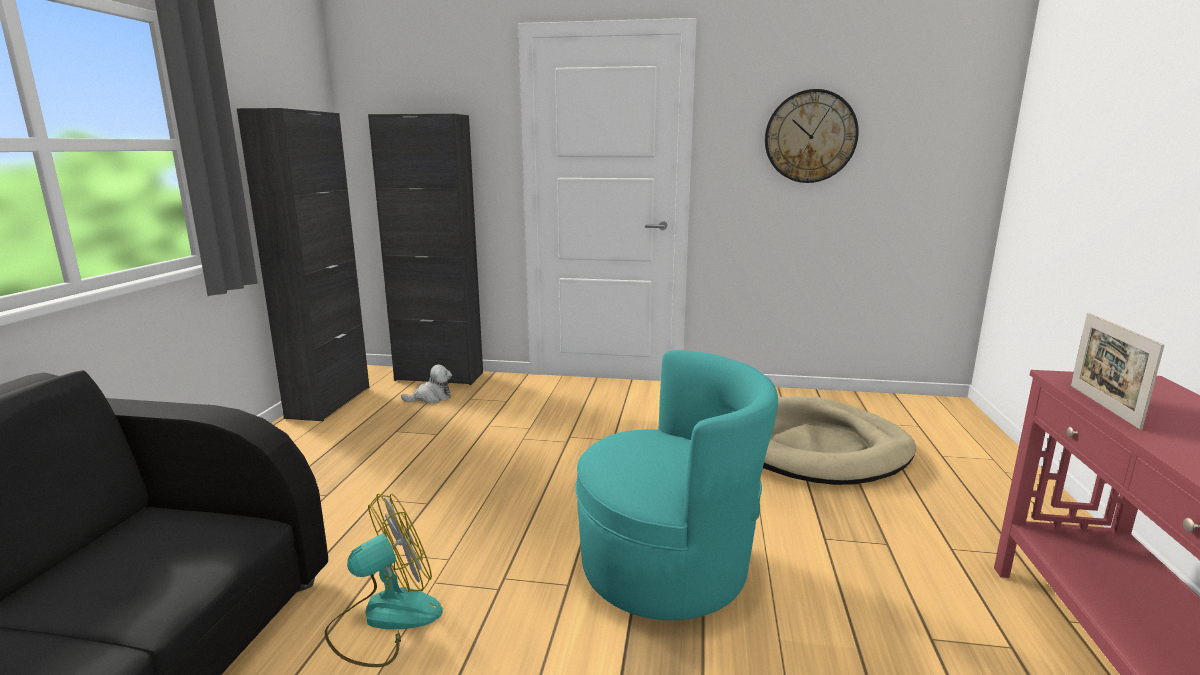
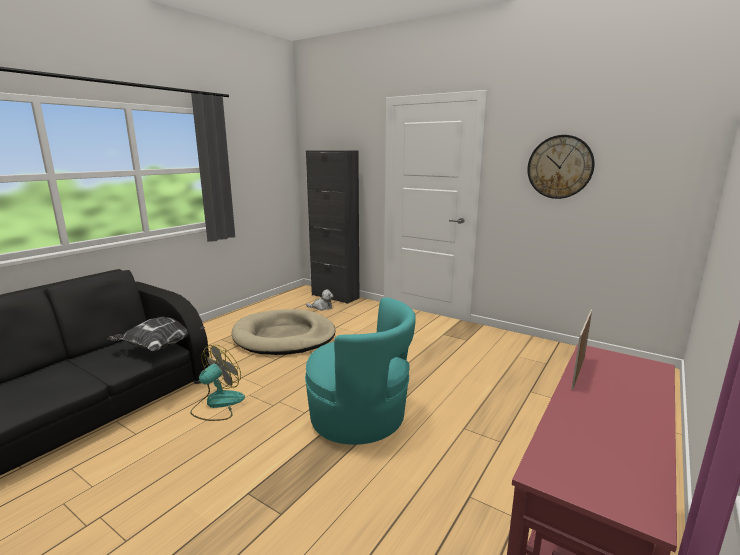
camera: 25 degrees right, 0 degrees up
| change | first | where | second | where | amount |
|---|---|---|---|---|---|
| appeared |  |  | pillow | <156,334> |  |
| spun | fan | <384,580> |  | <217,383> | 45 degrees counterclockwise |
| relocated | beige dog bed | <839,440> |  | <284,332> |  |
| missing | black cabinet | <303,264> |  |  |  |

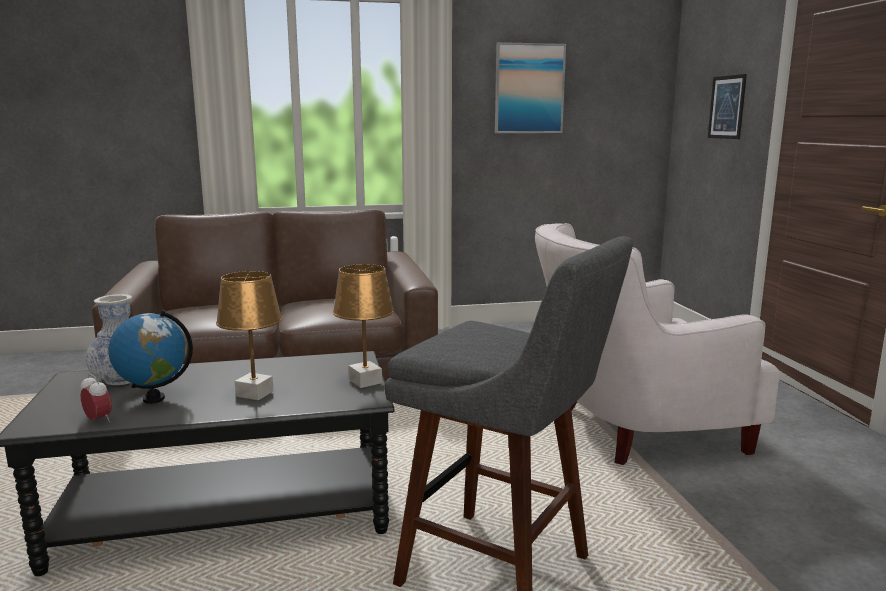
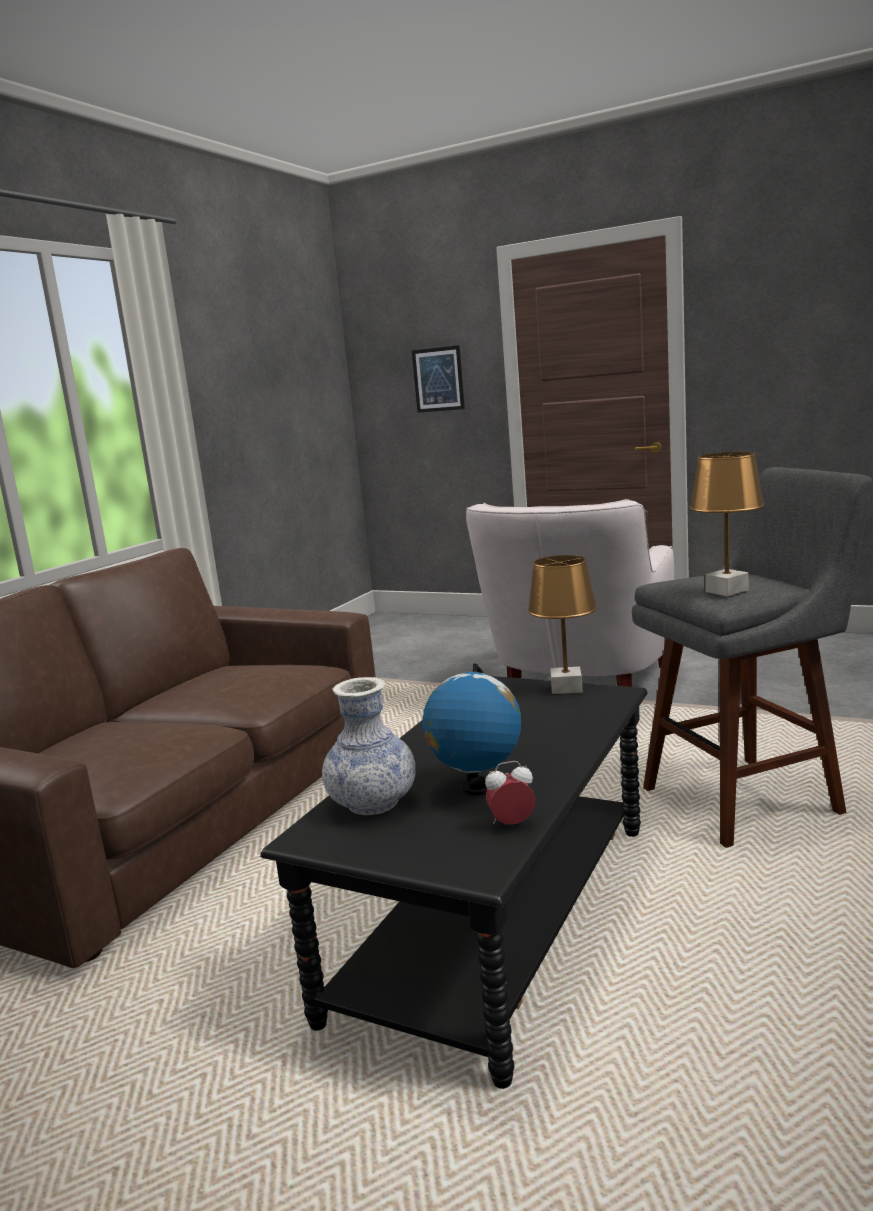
camera: 50 degrees left, 0 degrees up
| change | first | where | second | where | amount |
|---|---|---|---|---|---|
| relocated | brown table lamp | <249,335> |  | <727,524> |  |
| missing | picture | <530,87> |  |  |  |

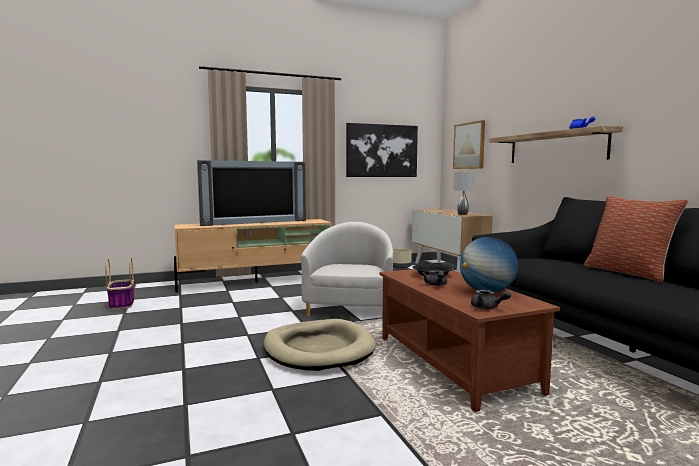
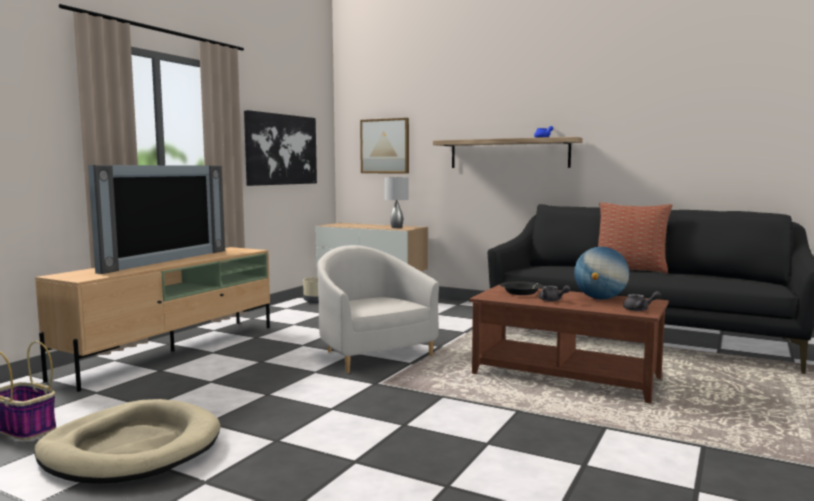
camera: 40 degrees left, 0 degrees up
| change | first | where | second | where | amount |
|---|---|---|---|---|---|
| relocated | beige dog bed | <319,345> |  | <127,441> |  |

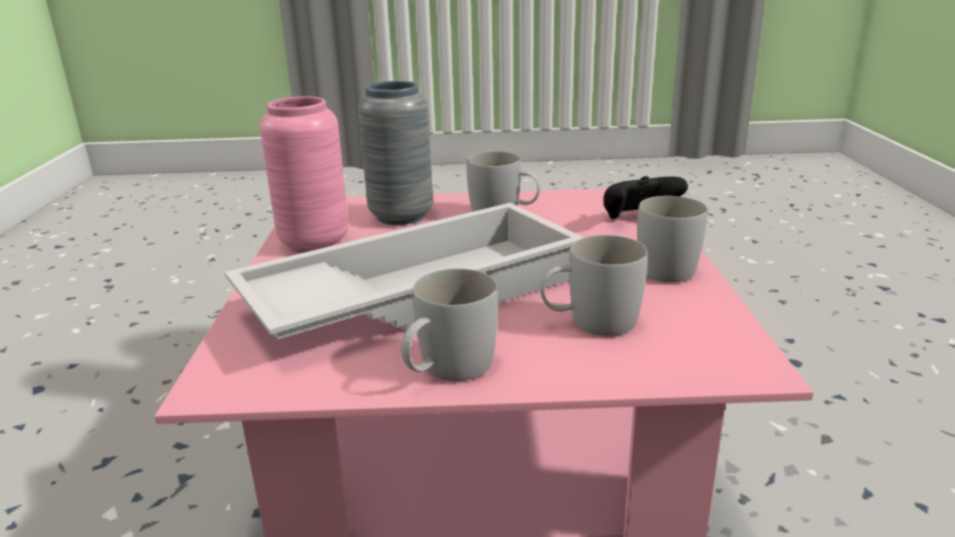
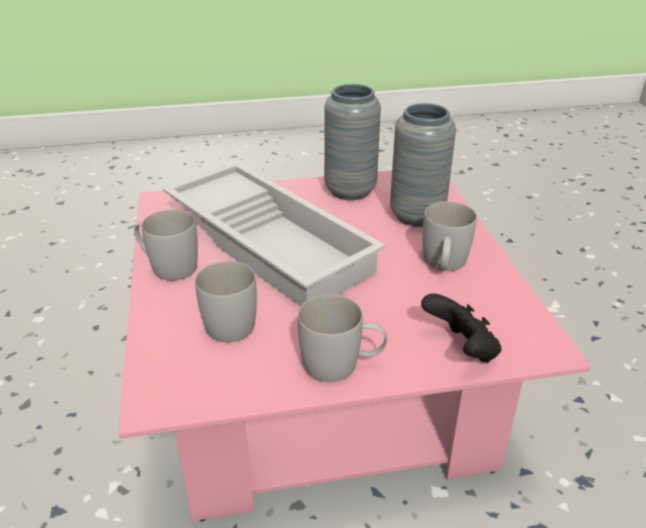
camera: 80 degrees right, 10 degrees up
| change | first | where | second | where | amount |
|---|---|---|---|---|---|
| colour | pink vase | <304,174> | grey vase | <352,142> |  |

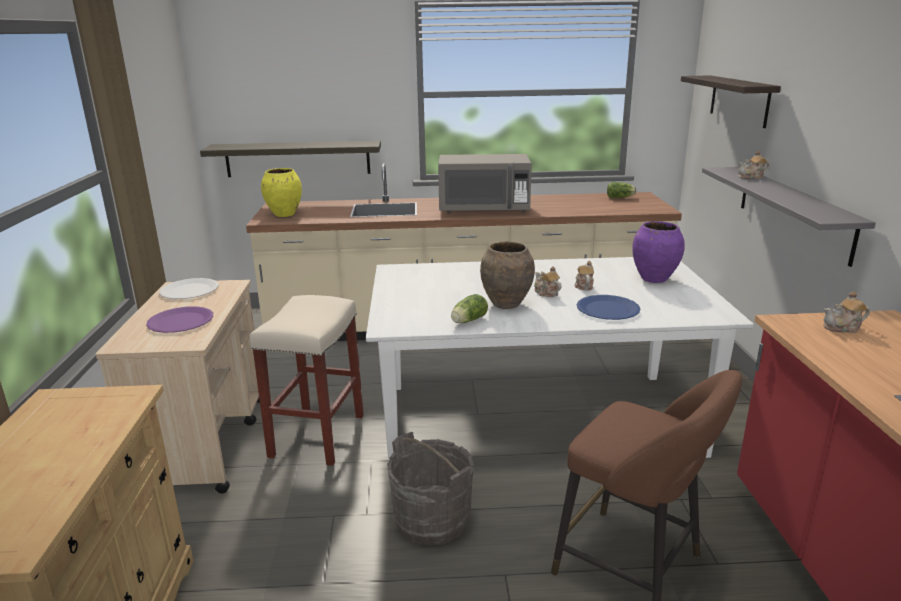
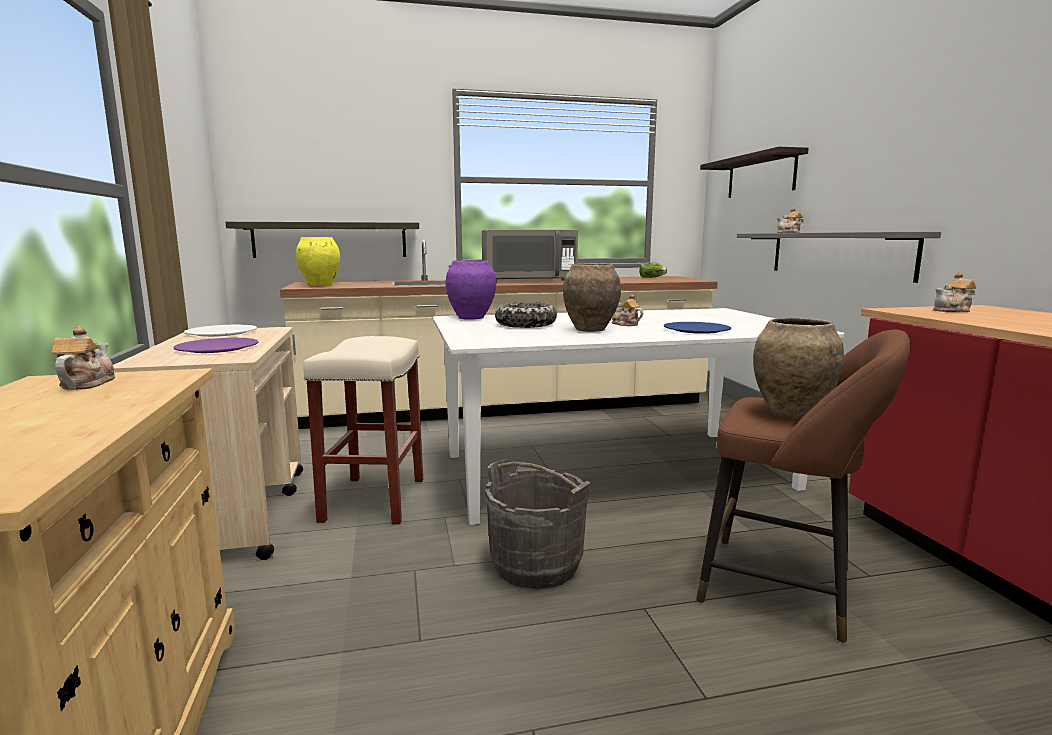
camera: 10 degrees left, 10 degrees down
| change | first | where | second | where | amount |
|---|---|---|---|---|---|
| relocated | teapot | <584,275> |  | <83,358> |  |
| relocated | purple vase | <658,252> |  | <471,290> |  |
| appeared |  |  | bowl | <526,315> |  |
| appeared |  |  | brown vase | <798,368> |  |
| missing | lettuce | <469,308> |  |  |  |

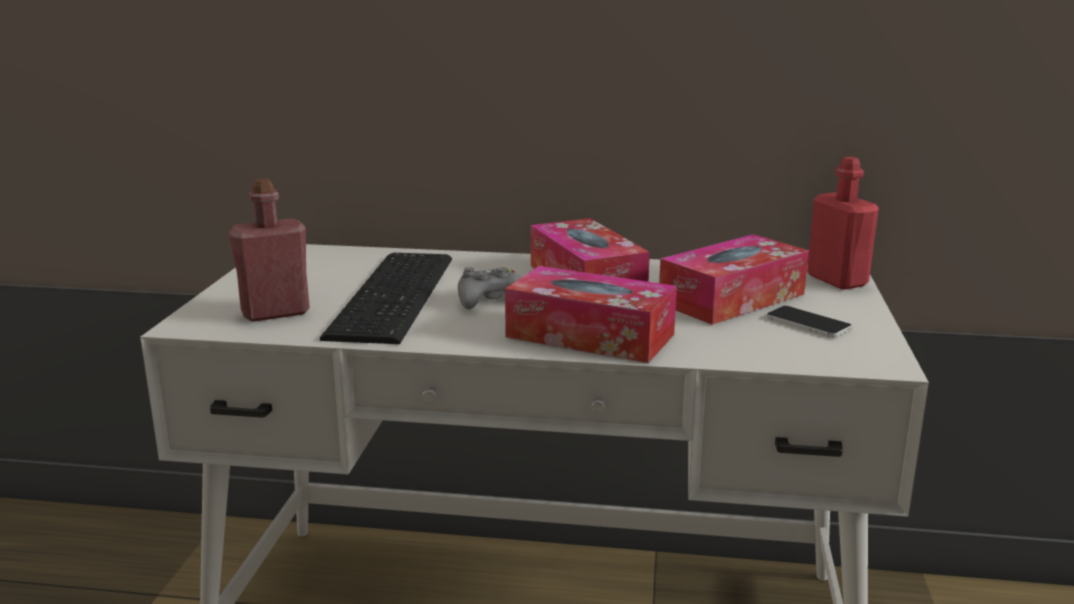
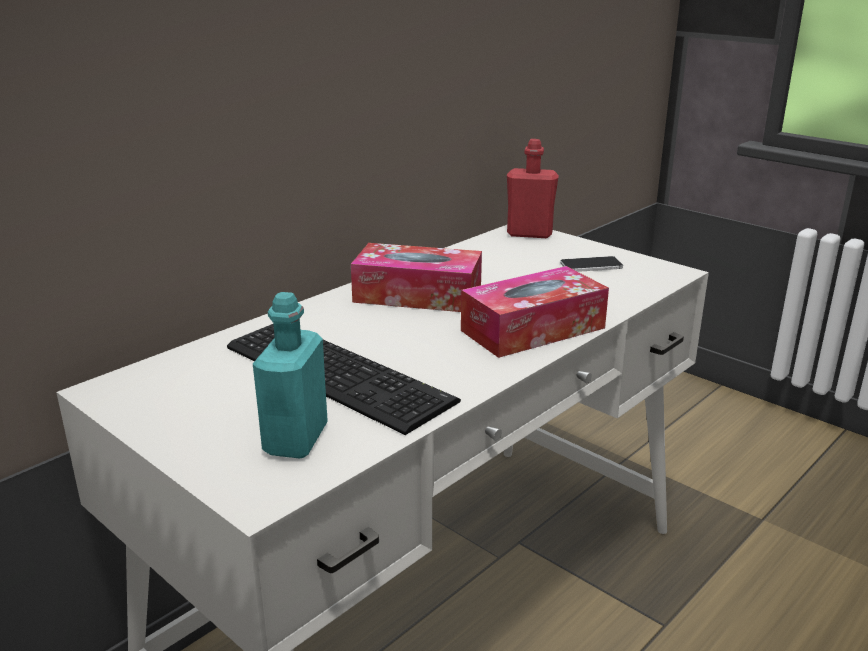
camera: 55 degrees left, 5 degrees up
| change | first | where | second | where | amount |
|---|---|---|---|---|---|
| colour | red bottle | <269,250> | turquoise bottle | <290,375> |  |
| missing | grey game controller | <489,288> |  |  |  |
| missing | tissue box | <734,279> |  |  |  |

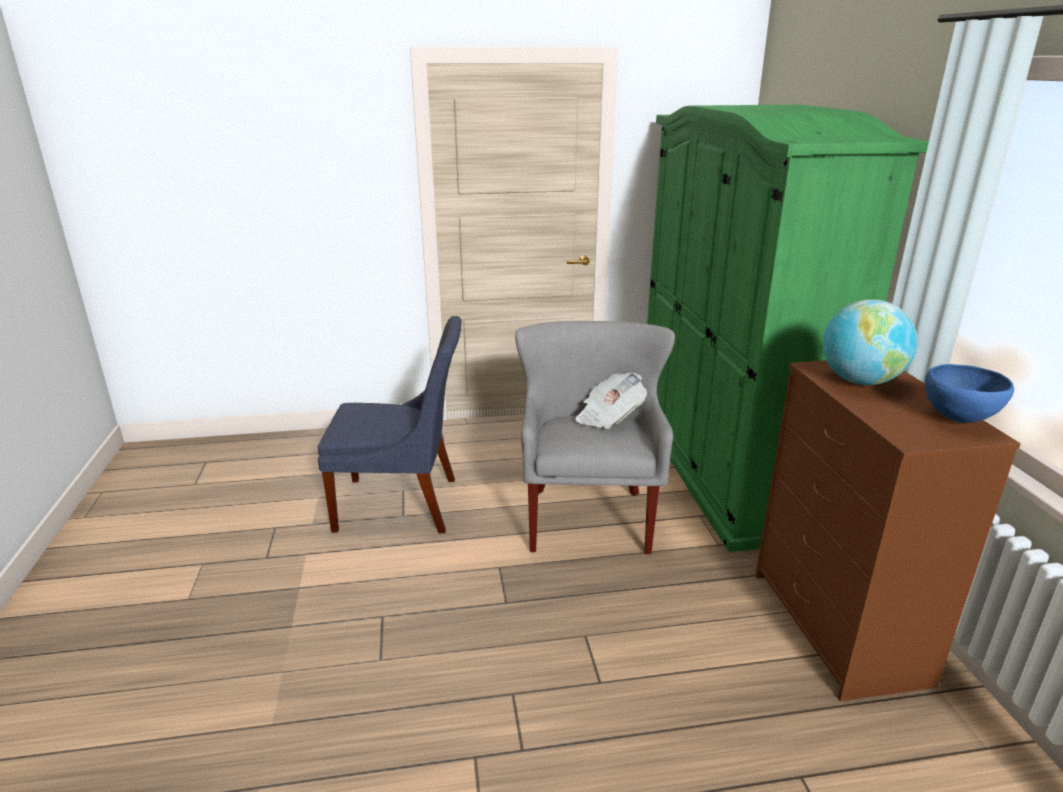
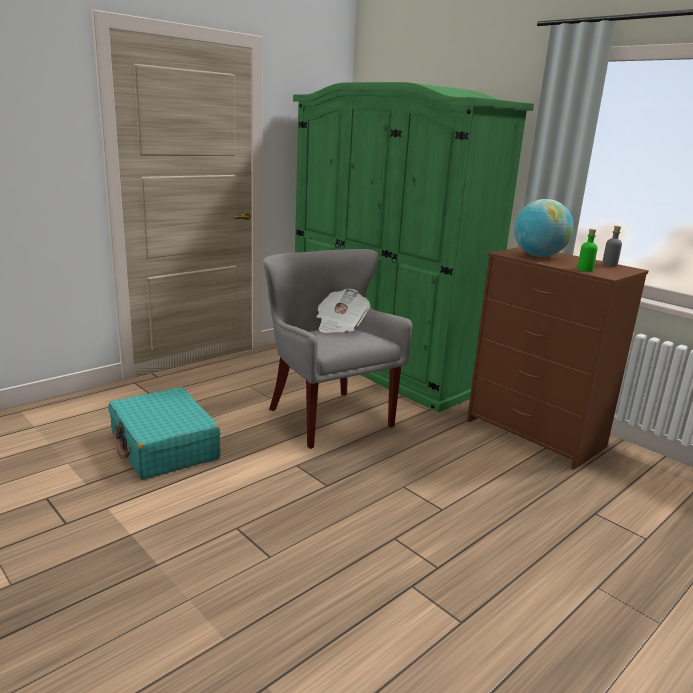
camera: 35 degrees left, 5 degrees down
| change | first | where | second | where | amount |
|---|---|---|---|---|---|
| exchanged | blue chair | <390,424> | turquoise suitcase | <165,433> |  |
| appeared |  |  | green bottle | <587,250> |  |
| exchanged | blue bowl | <969,393> | grey bottle | <612,246> |  |

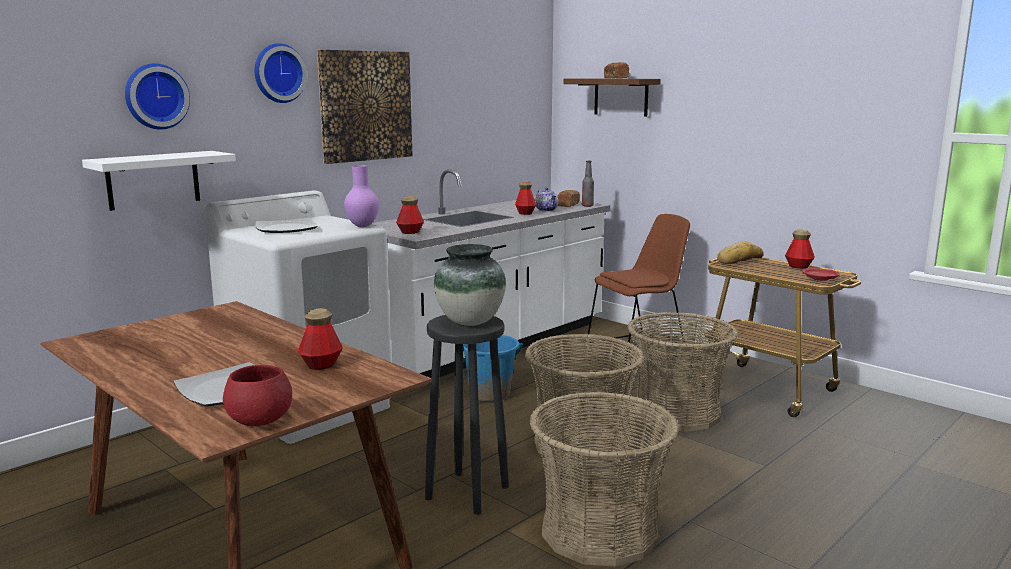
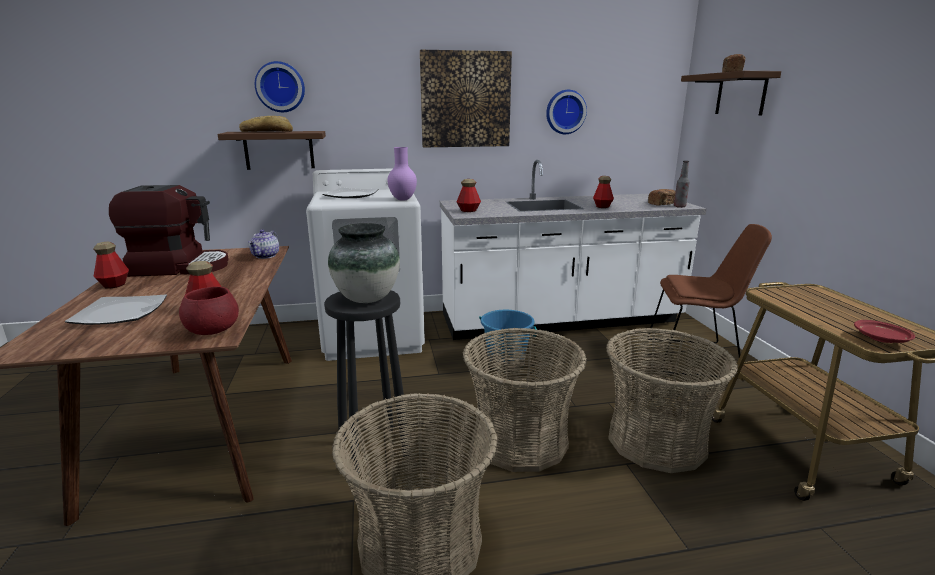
camera: 35 degrees right, 5 degrees up
| change | first | where | second | where | amount |
|---|---|---|---|---|---|
| relocated | bottle | <800,249> |  | <111,265> |  |
| appeared |  |  | coffee machine | <169,231> |  |
| relocated | red bowl | <257,395> |  | <209,311> |  |
| colour | white shelf | <159,181> | brown shelf | <272,150> |  |
| relocated | bread | <740,252> |  | <266,124> |  |
| relocated | teapot | <546,199> |  | <263,244> |  |
| relocated | wall clock | <281,73> |  | <566,112> |  |

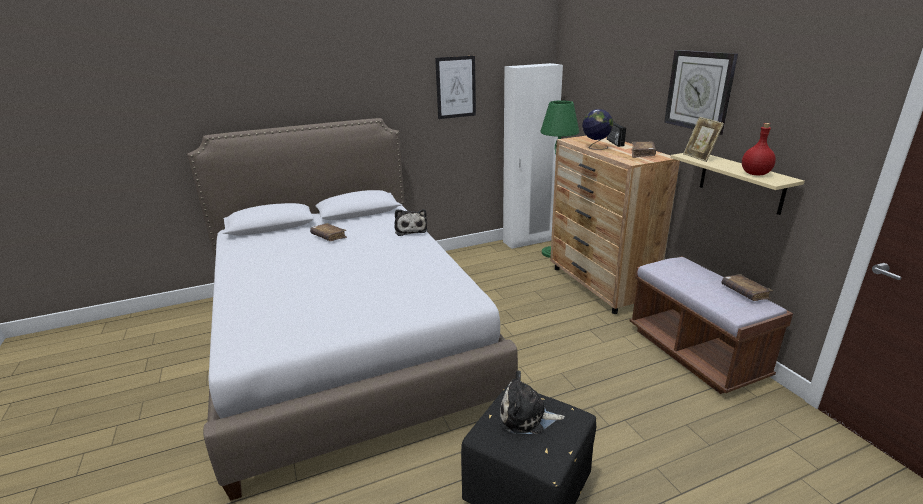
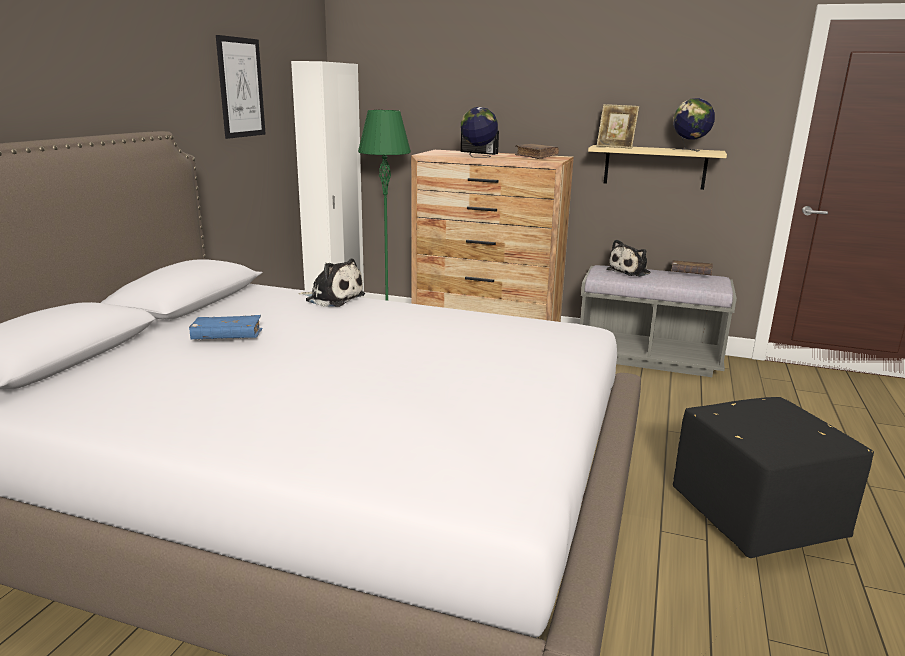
camera: 50 degrees left, 5 degrees down
| change | first | where | second | where | amount |
|---|---|---|---|---|---|
| colour | brown book | <328,232> | blue book | <225,327> |  |
| colour | brown bench | <711,325> | grey bench | <658,321> |  |
| relocated | plush toy | <532,402> |  | <629,258> |  |
| exchanged | red bottle | <759,149> | globe | <694,124> |  |
| missing | wall clock | <701,92> |  |  |  |

